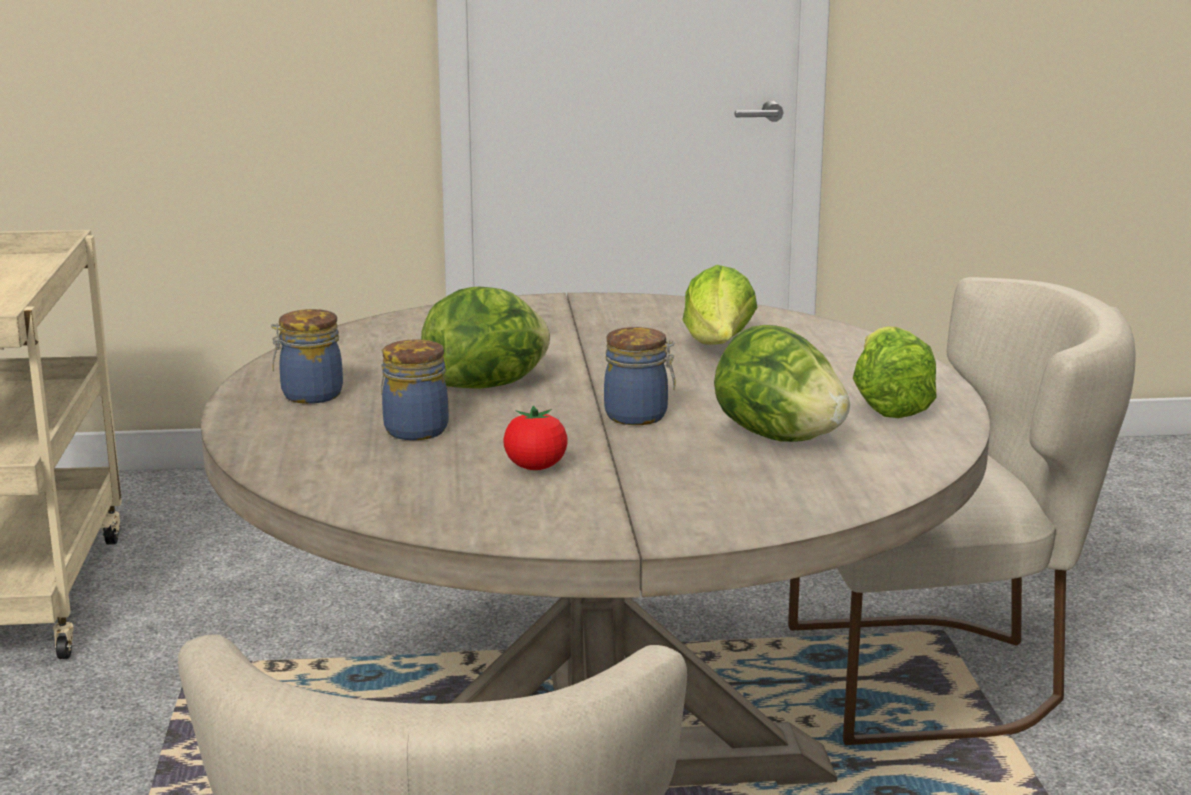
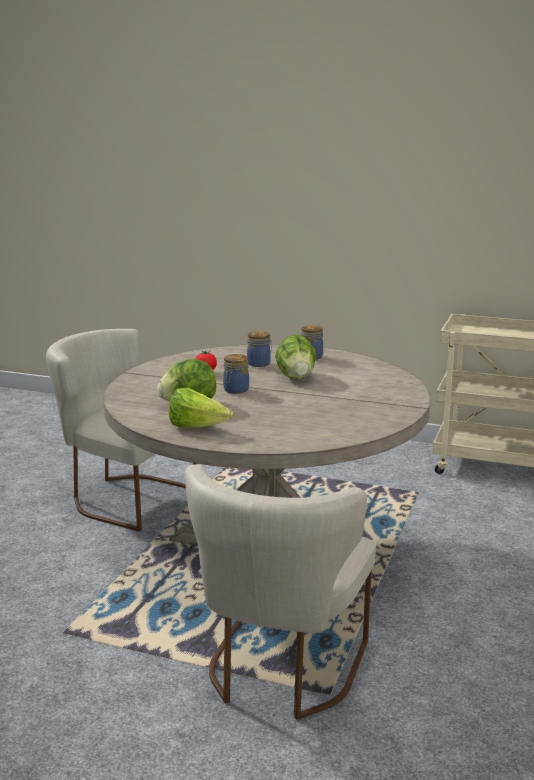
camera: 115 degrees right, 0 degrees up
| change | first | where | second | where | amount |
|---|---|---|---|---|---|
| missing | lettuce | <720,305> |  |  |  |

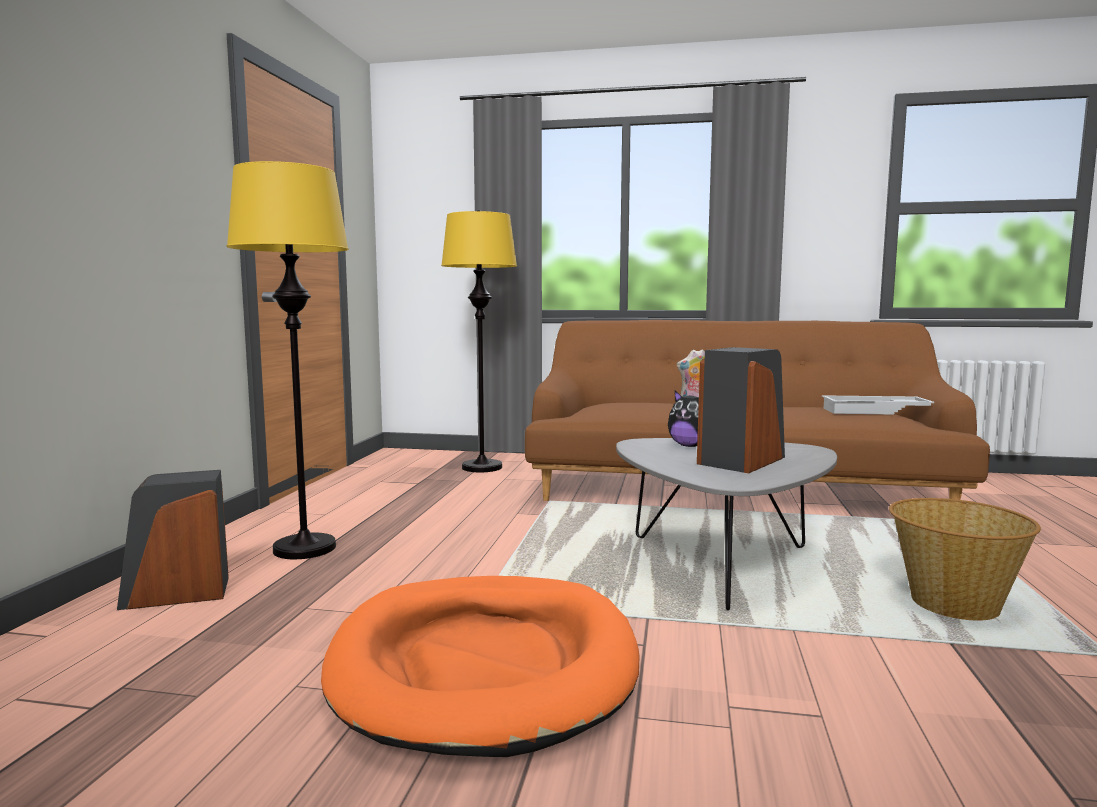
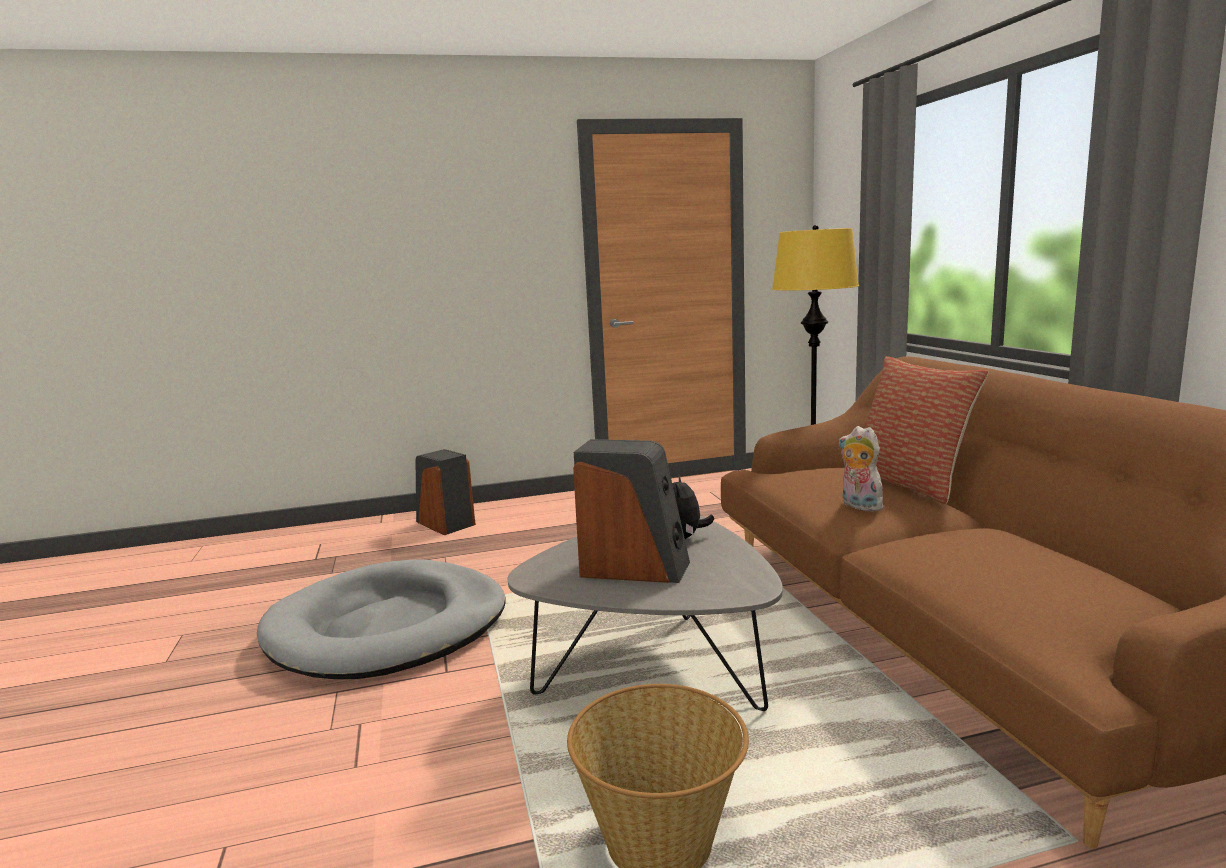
camera: 65 degrees right, 5 degrees up
| change | first | where | second | where | amount |
|---|---|---|---|---|---|
| colour | orange dog bed | <480,666> | grey dog bed | <381,619> |  |
| appeared |  |  | pillow | <927,430> |  |
| missing | yellow floor lamp | <288,360> |  |  |  |
| missing | white tray | <878,404> |  |  |  |

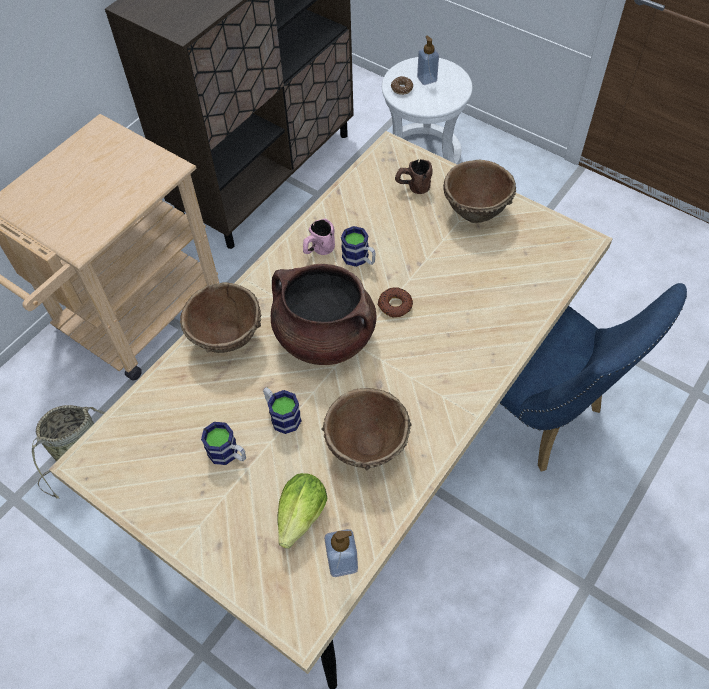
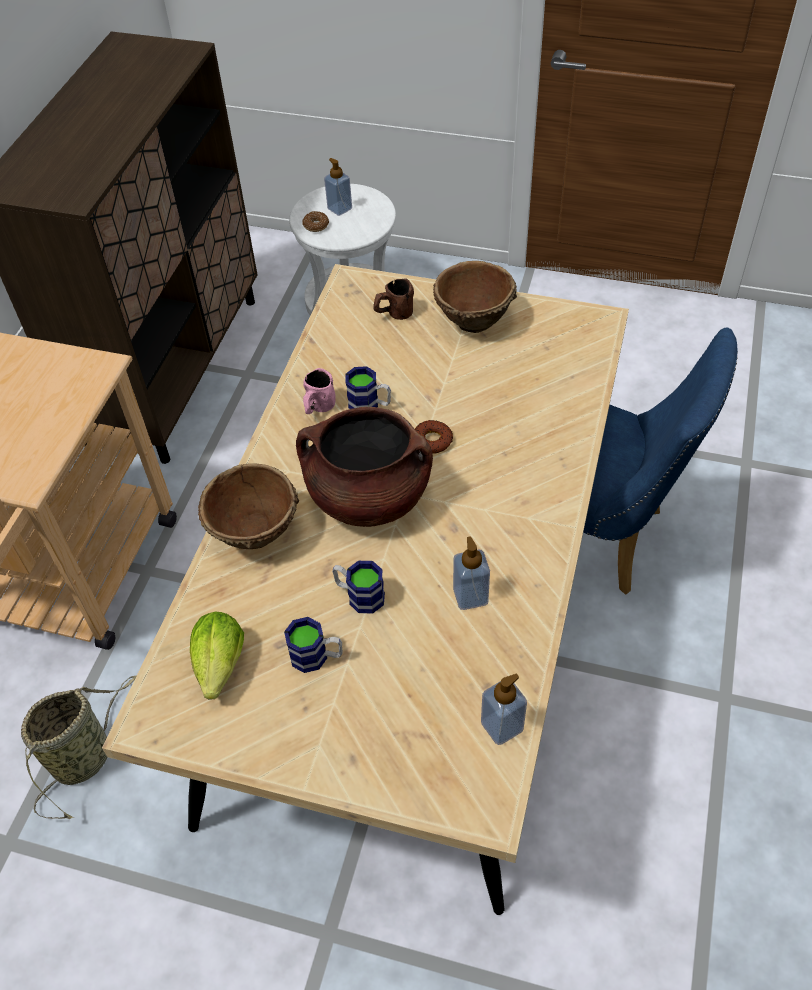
camera: 20 degrees left, 5 degrees down
| change | first | where | second | where | amount |
|---|---|---|---|---|---|
| relocated | lettuce | <302,511> |  | <217,655> |  |
| exchanged | brown bowl | <367,429> | soap dispenser | <471,573> |  |

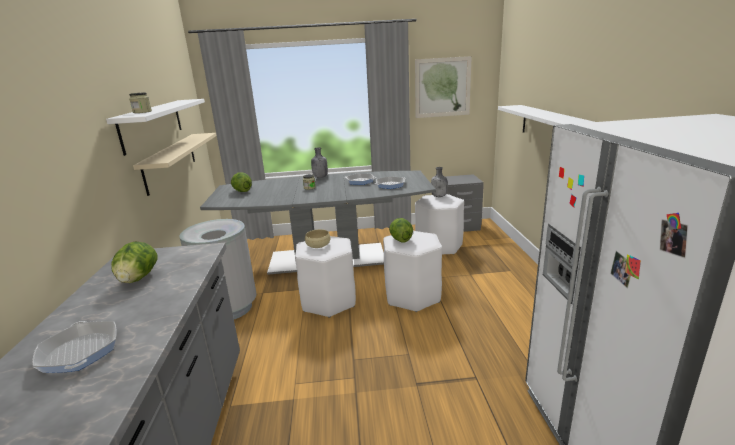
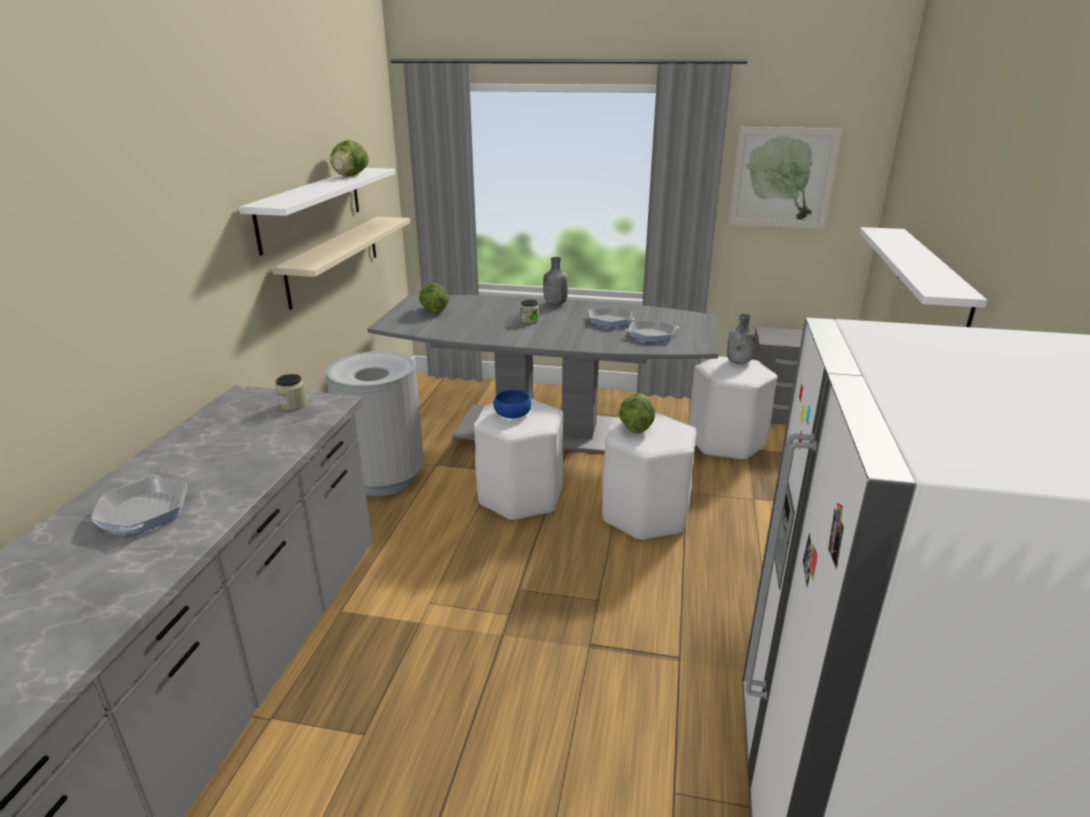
camera: 15 degrees right, 5 degrees up
| change | first | where | second | where | amount |
|---|---|---|---|---|---|
| relocated | jar | <140,102> |  | <291,392> |  |
| relocated | lettuce | <134,262> |  | <349,158> |  |
| colour | beige bowl | <317,238> | blue bowl | <513,404> |  |

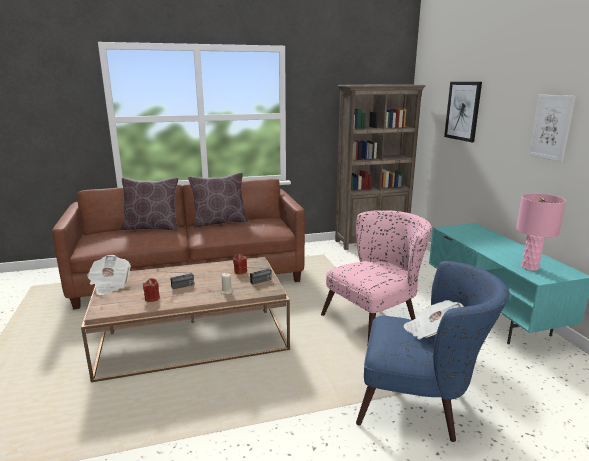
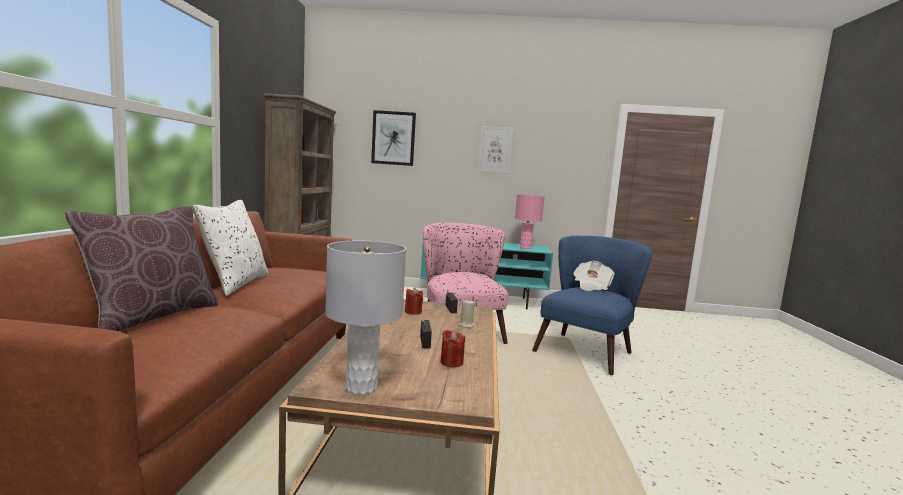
camera: 70 degrees left, 10 degrees down
| change | first | where | second | where | amount |
|---|---|---|---|---|---|
| colour | brown pillow | <218,200> | white pillow | <230,248> |  |
| exchanged | newspaper | <109,275> | grey table lamp | <365,318> |  |

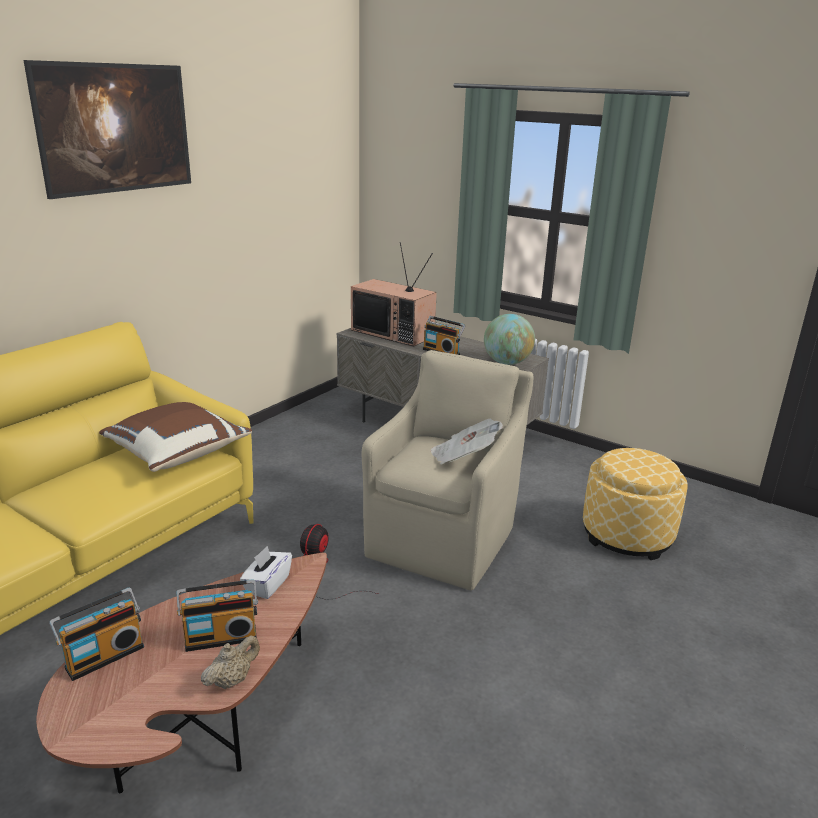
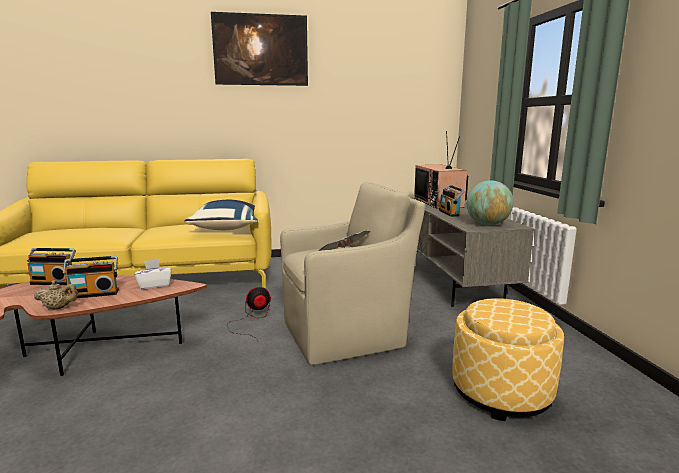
camera: 45 degrees right, 10 degrees down
| change | first | where | second | where | amount |
|---|---|---|---|---|---|
| spun | radio | <217,615> |  | <91,277> | 45 degrees counterclockwise |
| colour | brown pillow | <175,437> | blue pillow | <221,215> |  |

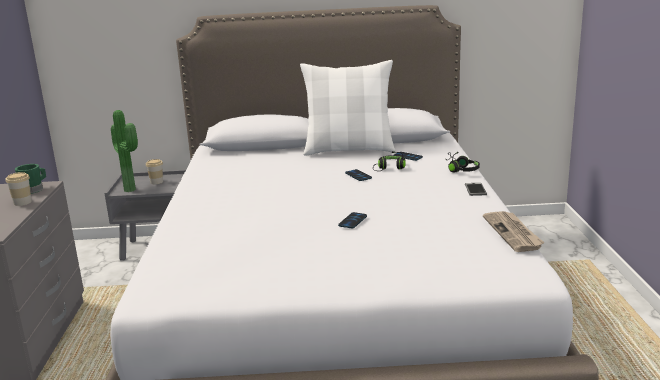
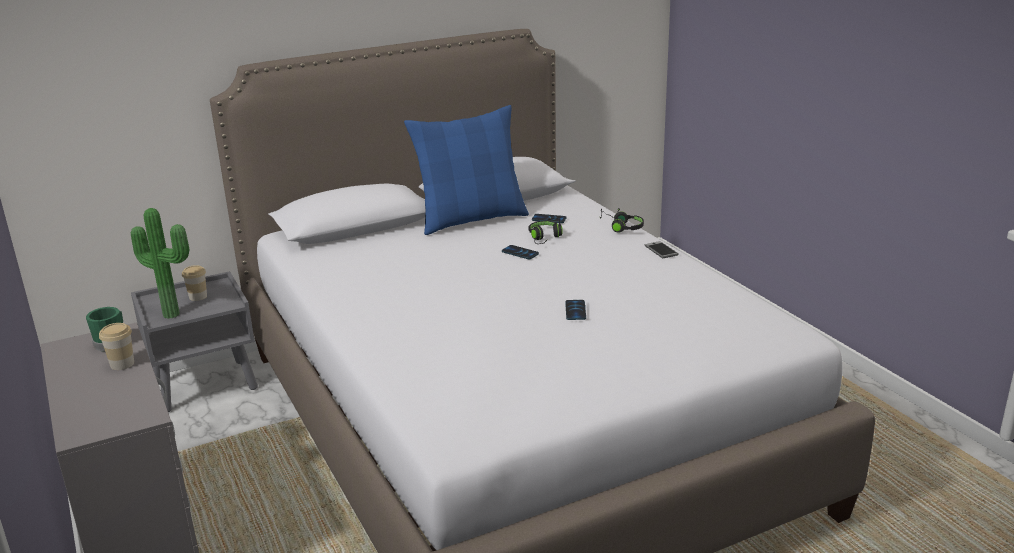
camera: 25 degrees left, 5 degrees up
| change | first | where | second | where | amount |
|---|---|---|---|---|---|
| colour | white pillow | <348,108> | blue pillow | <466,170> |  |
| missing | newspaper | <513,231> |  |  |  |

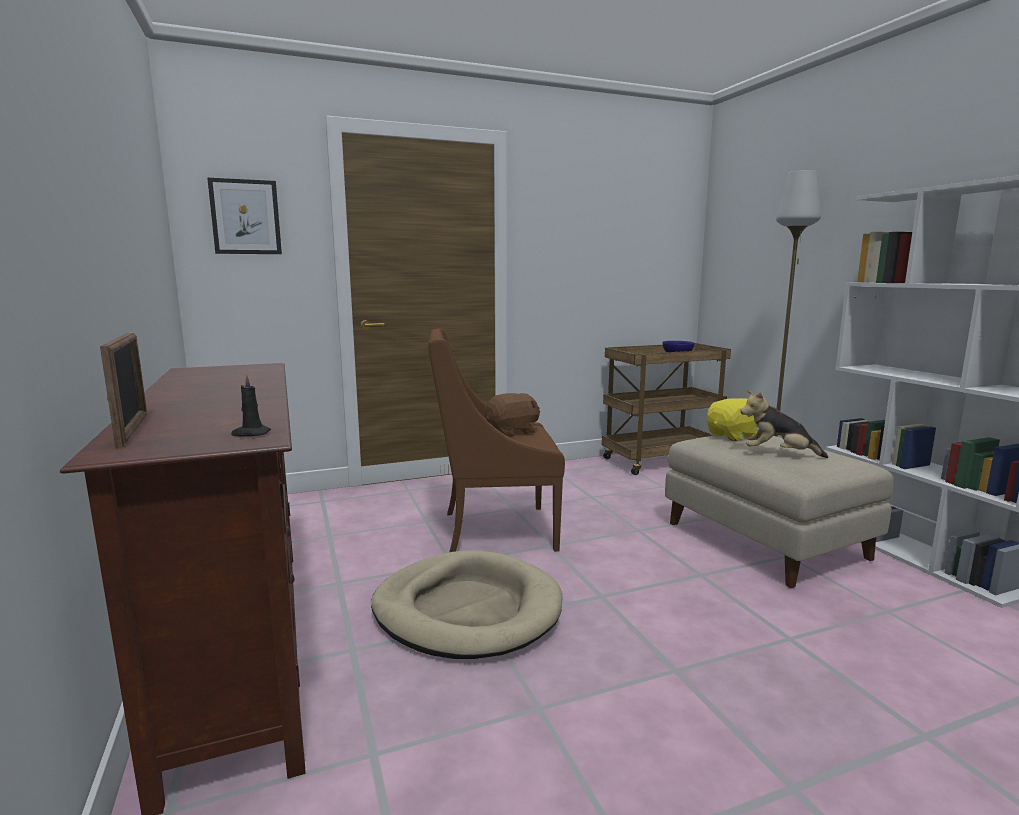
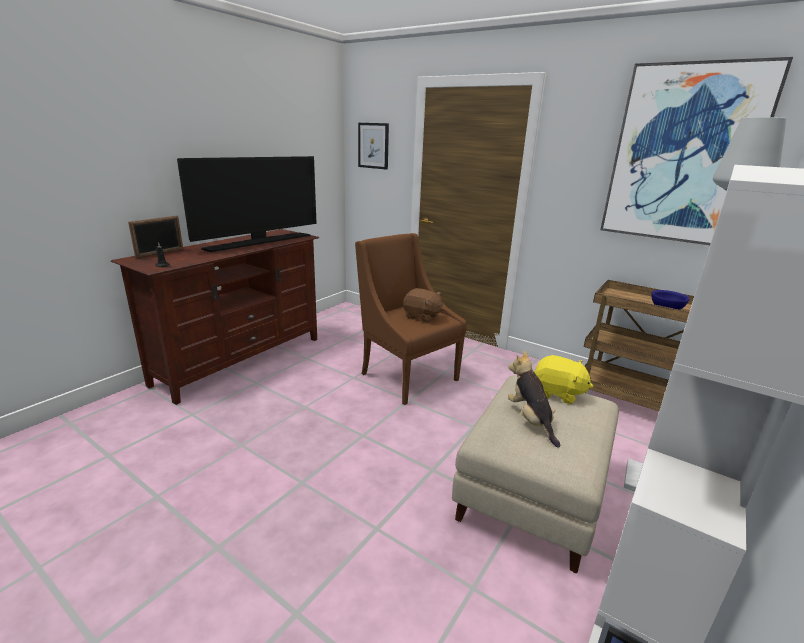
camera: 55 degrees right, 10 degrees up
| change | first | where | second | where | amount |
|---|---|---|---|---|---|
| appeared |  |  | television | <247,204> |  |
| appeared |  |  | picture | <696,151> |  |
| missing | beige dog bed | <467,605> |  |  |  |

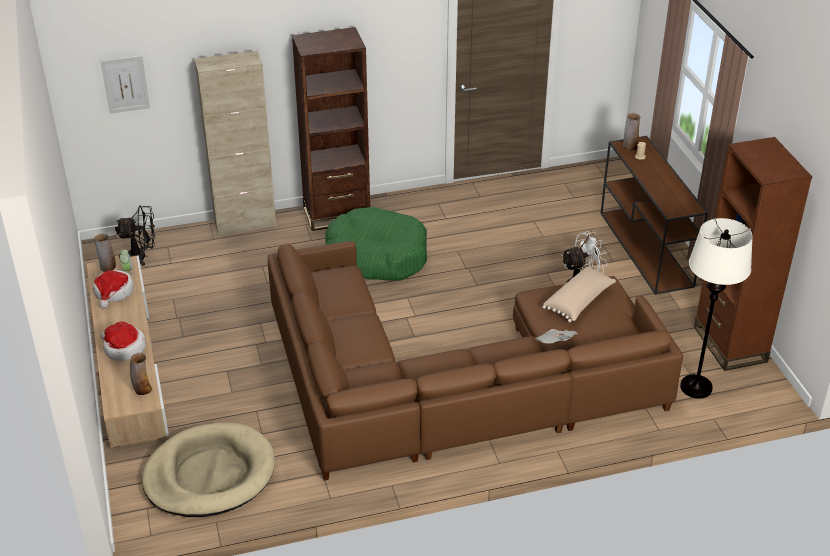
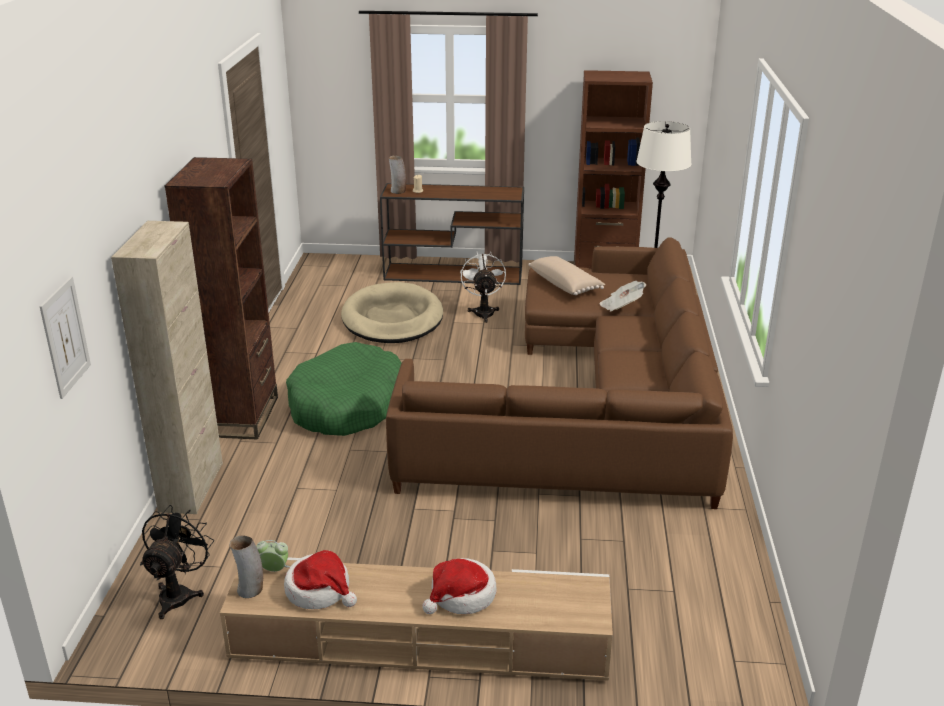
camera: 70 degrees left, 10 degrees down
| change | first | where | second | where | amount |
|---|---|---|---|---|---|
| relocated | beige dog bed | <208,469> |  | <392,312> |  |
| missing | vase | <141,374> |  |  |  |

